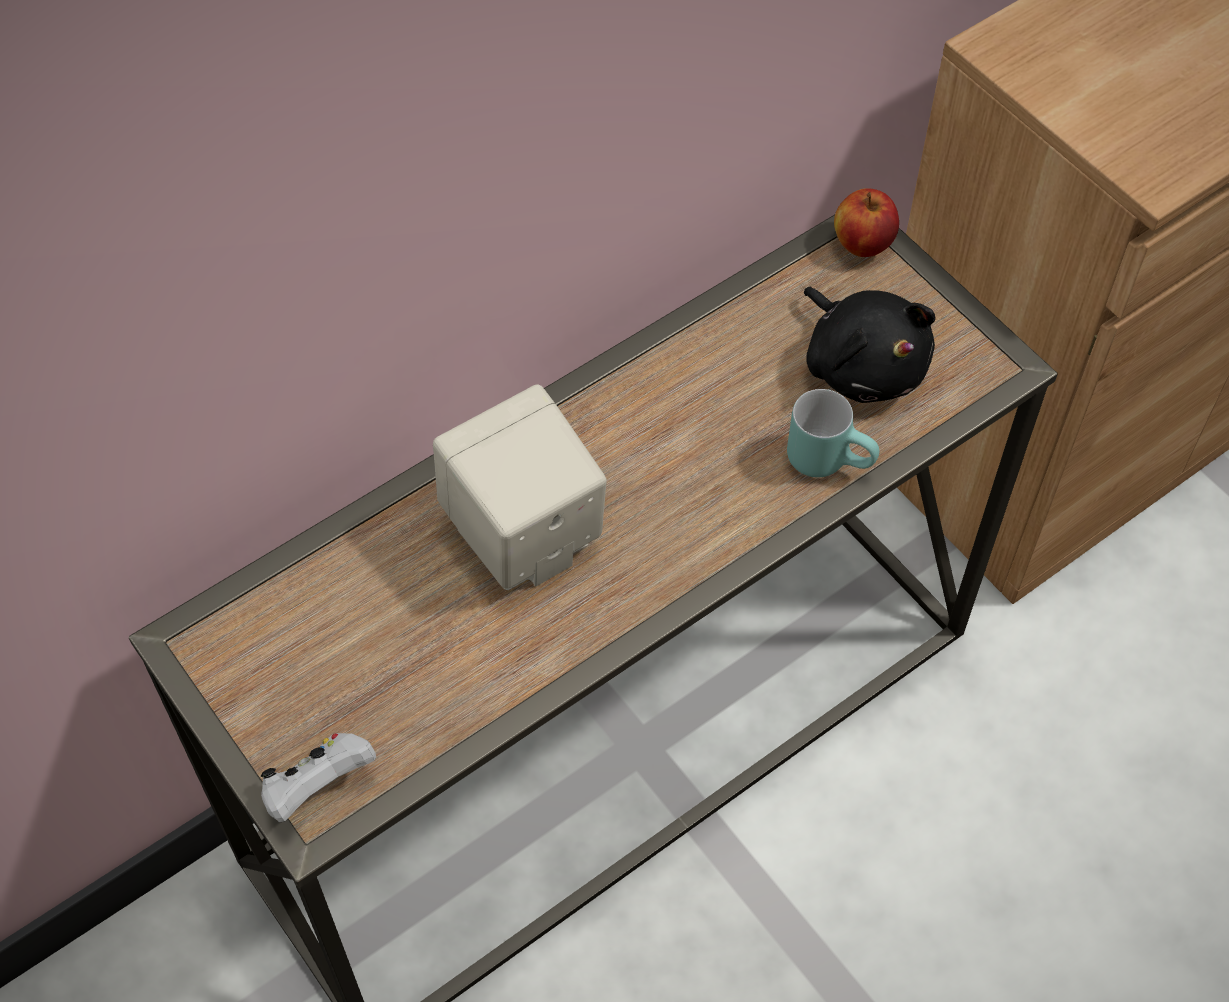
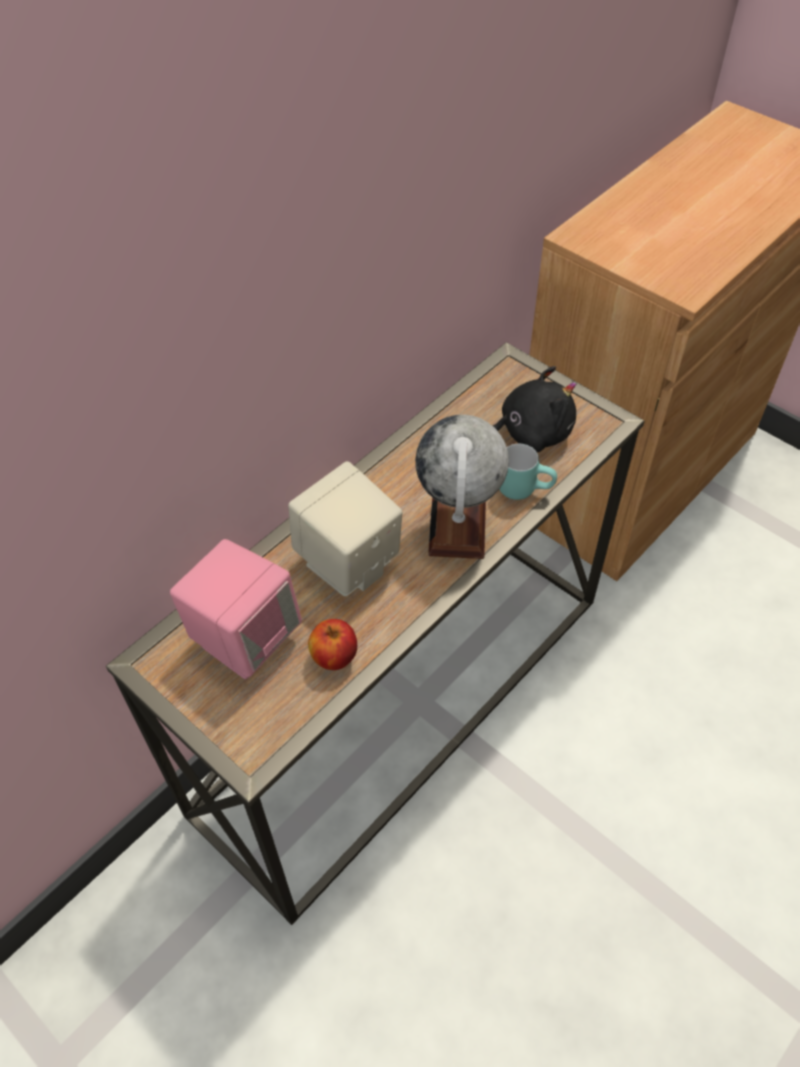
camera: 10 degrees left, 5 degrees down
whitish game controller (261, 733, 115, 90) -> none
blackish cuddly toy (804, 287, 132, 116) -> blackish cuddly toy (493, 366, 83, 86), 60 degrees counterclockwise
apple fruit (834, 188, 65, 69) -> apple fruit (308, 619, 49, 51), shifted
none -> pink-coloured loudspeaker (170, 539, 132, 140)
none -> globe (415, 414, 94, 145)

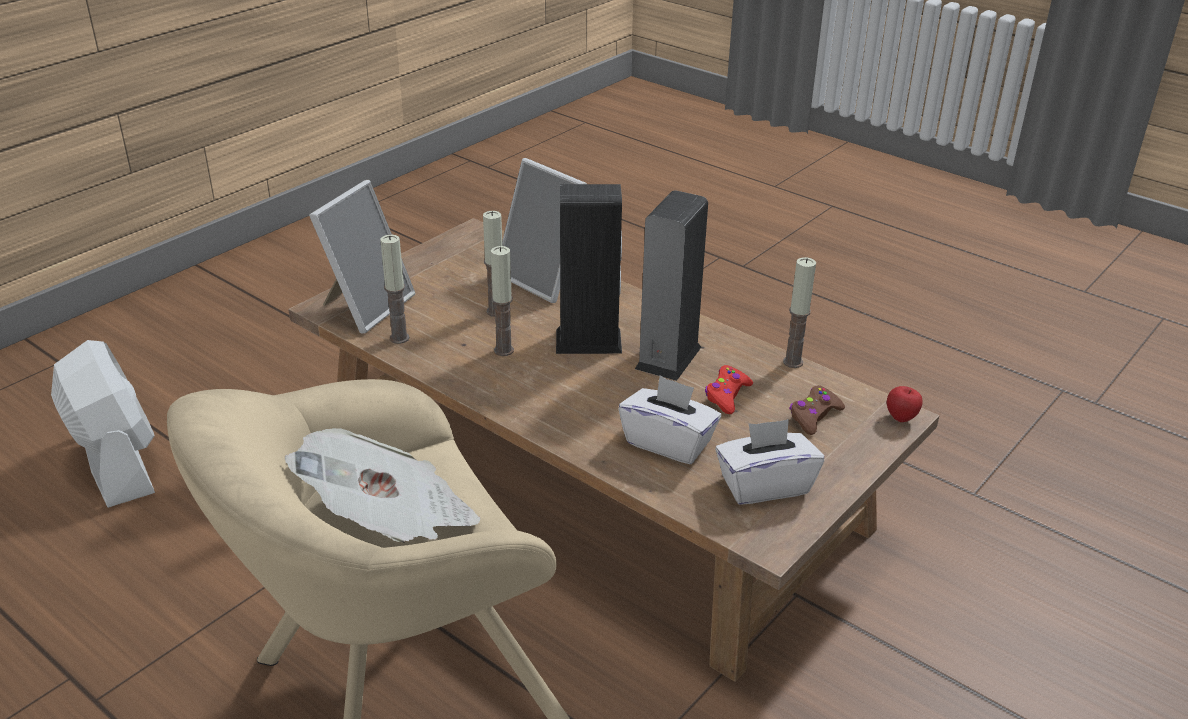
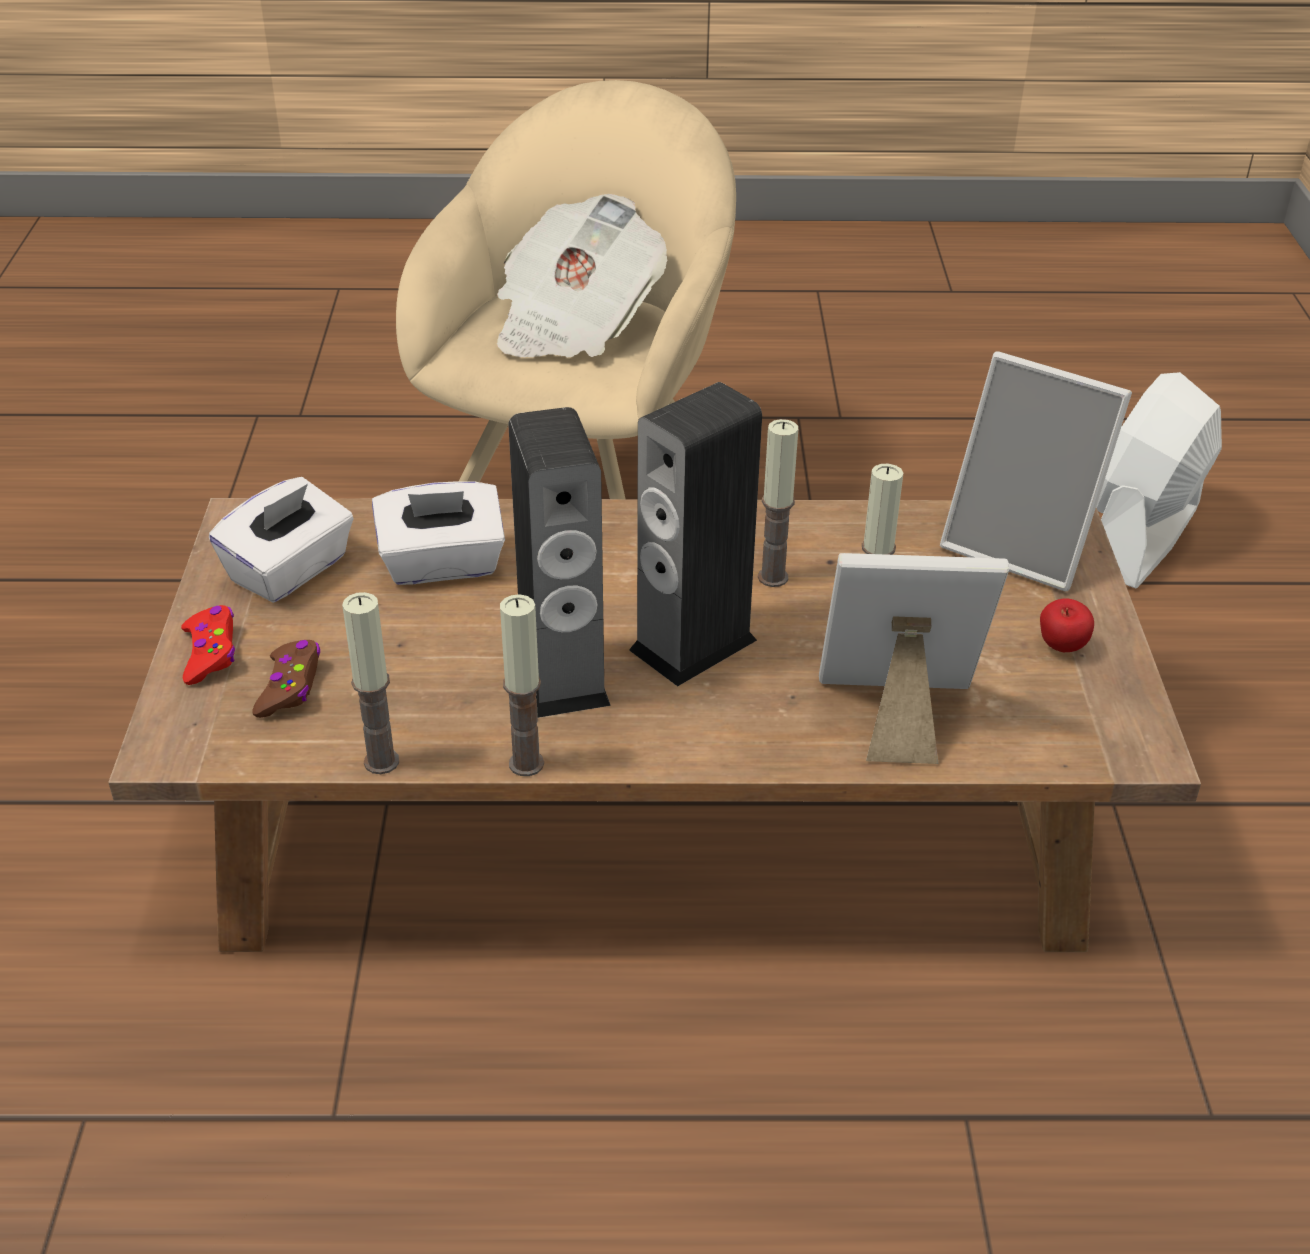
camera: 140 degrees right, 5 degrees up
whitish electric fan (51, 340, 104, 168) -> whitish electric fan (1096, 372, 126, 217), 105 degrees clockwise
standing frame (309, 180, 107, 154) -> standing frame (940, 351, 192, 240), 45 degrees counterclockwise
candle (380, 235, 30, 109) -> candle (500, 594, 44, 182), shifted
red game controller (705, 365, 48, 49) -> red game controller (181, 605, 54, 80), shifted
apple fruit (887, 386, 35, 36) -> apple fruit (1040, 598, 54, 54), shifted

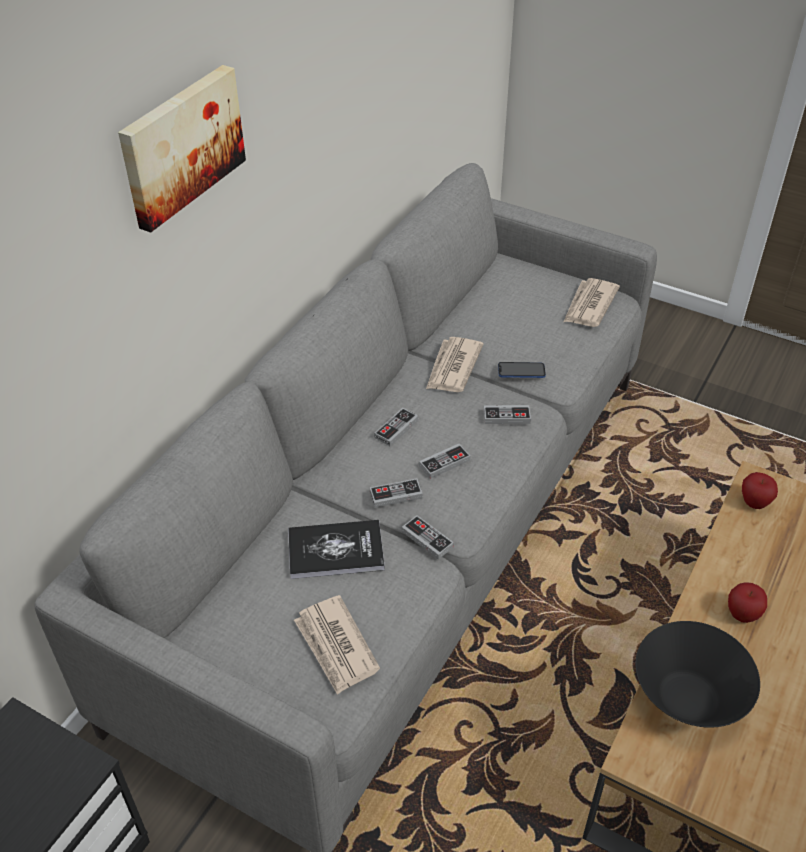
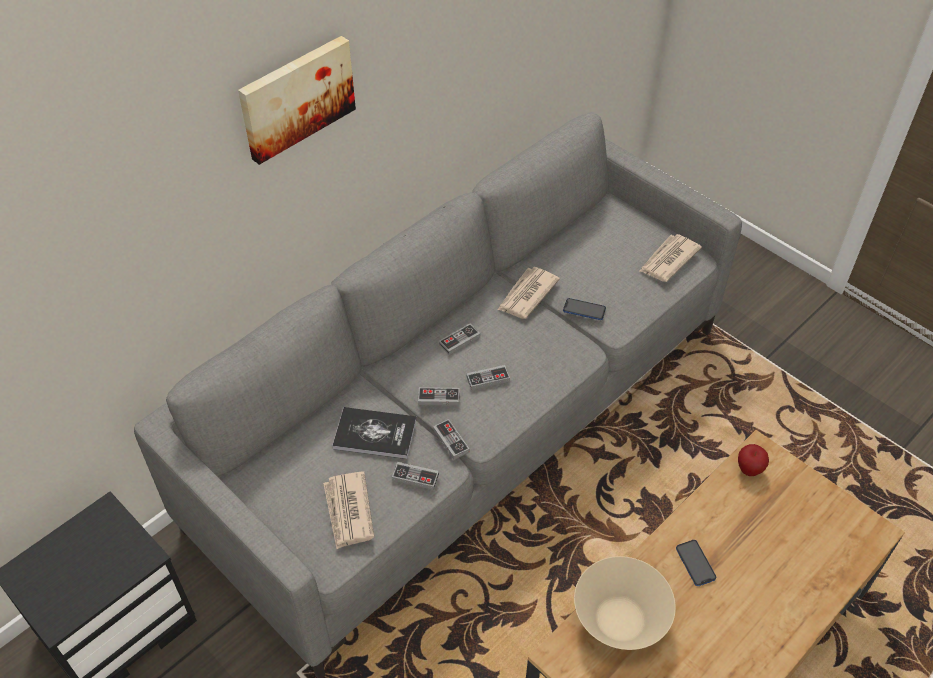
camera: 15 degrees right, 5 degrees up
game controller (484, 405, 47, 19) -> game controller (392, 462, 47, 28), shifted
blackish bowl (635, 621, 125, 107) -> sand-coloured bowl (574, 556, 102, 94)
apple fruit (728, 582, 39, 41) -> phone (676, 540, 40, 46)

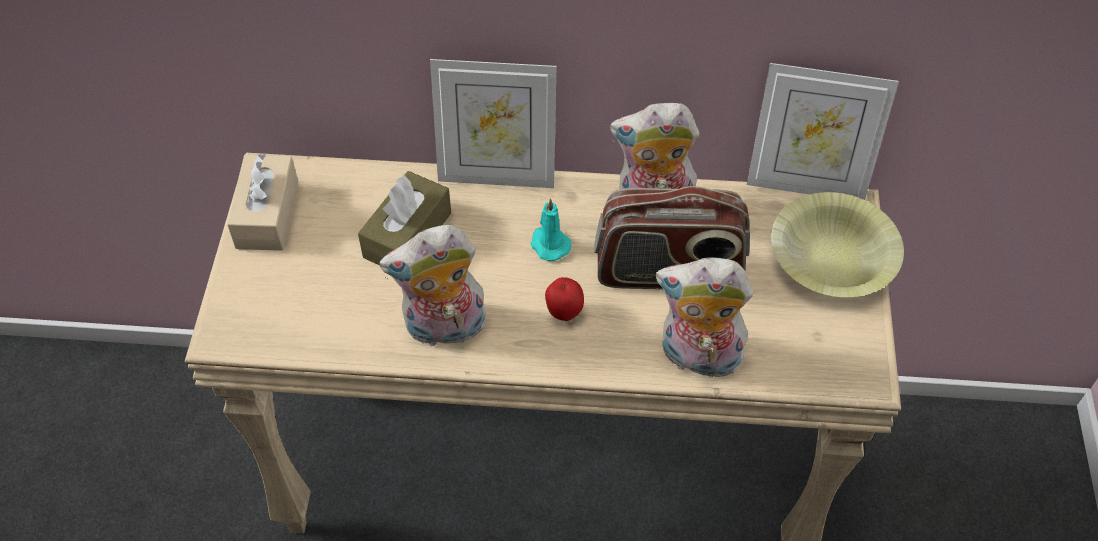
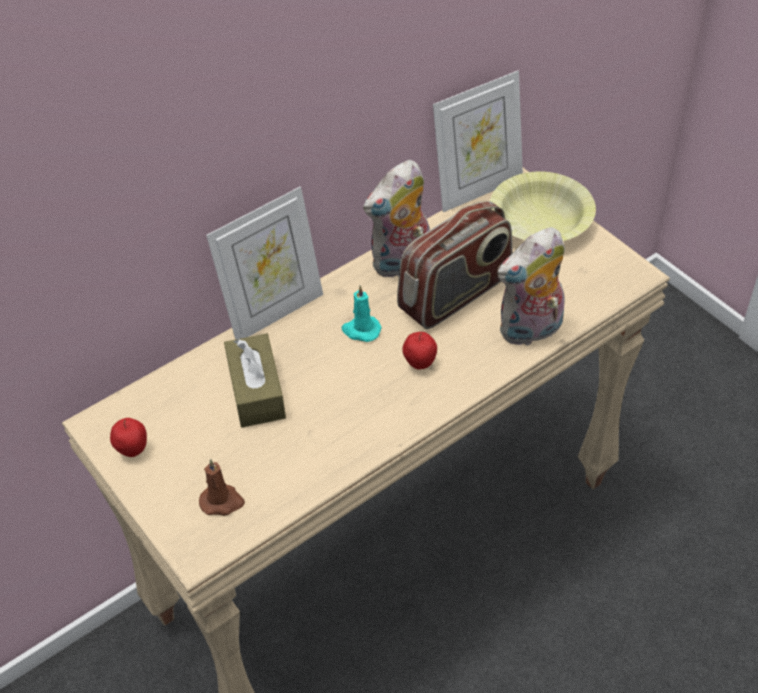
camera: 40 degrees left, 5 degrees down
sand-coloured box of tissues (227, 153, 71, 98) -> apple fruit (110, 418, 37, 39)
cuddly toy (379, 225, 108, 121) -> none
none -> brownish candle (199, 459, 46, 57)

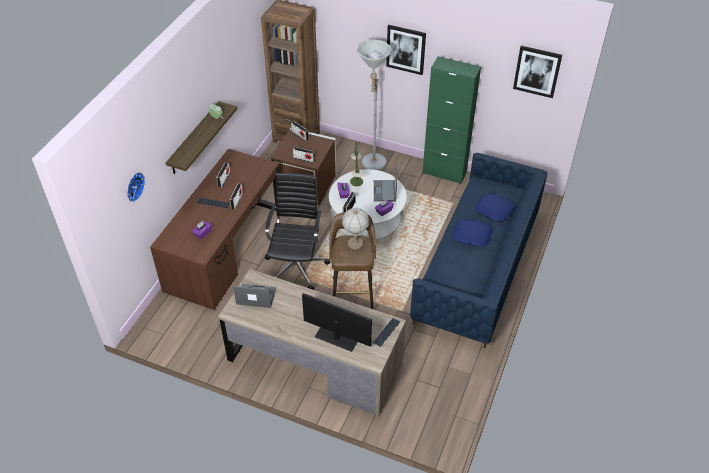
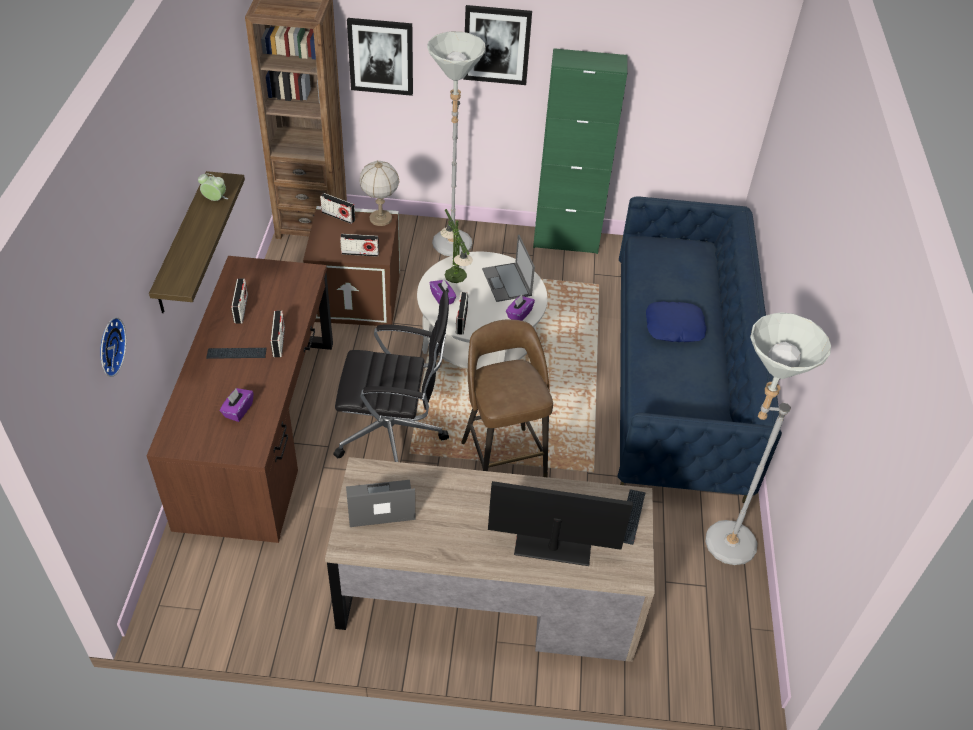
camera: 20 degrees left, 0 degrees up
blackish office chair (265, 173, 66, 117) -> blackish office chair (333, 290, 116, 172), 105 degrees clockwise
tabletop lamp (342, 208, 27, 42) -> tabletop lamp (360, 161, 40, 65), shifted
bluish pillow (475, 193, 39, 29) -> none
wall picture (513, 46, 49, 52) -> wall picture (347, 18, 66, 78), shifted
none -> grey floor lamp (705, 312, 126, 253)

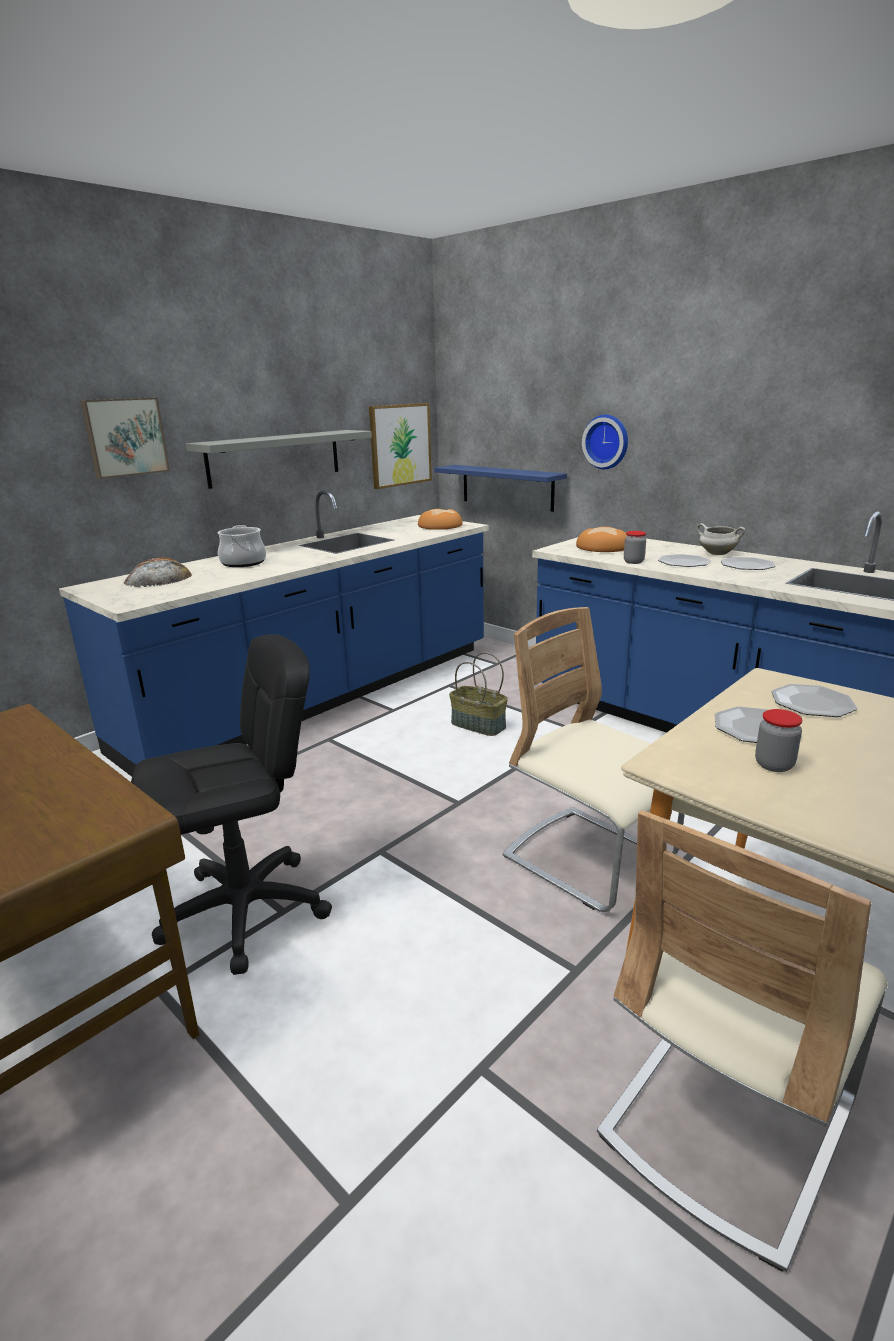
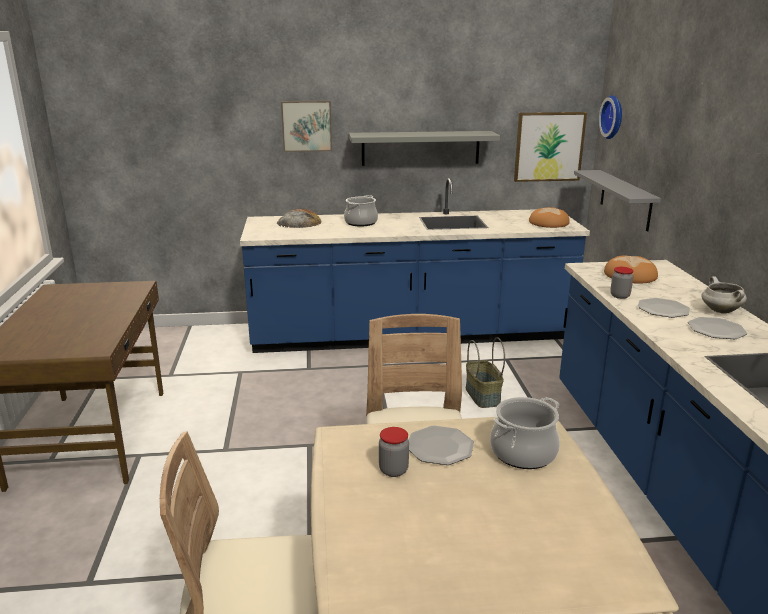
camera: 40 degrees right, 0 degrees up
blackish office chair (131, 634, 201, 341) -> none
bluish wall shelf (434, 465, 133, 47) -> grey wall shelf (574, 170, 87, 61)
wall clock (582, 415, 46, 54) -> wall clock (599, 95, 23, 44), shifted
plate (771, 684, 86, 33) -> cooking pot (490, 397, 70, 72)

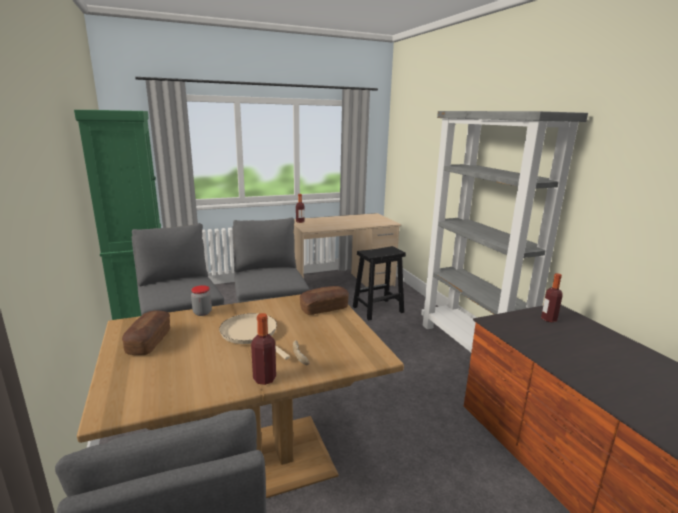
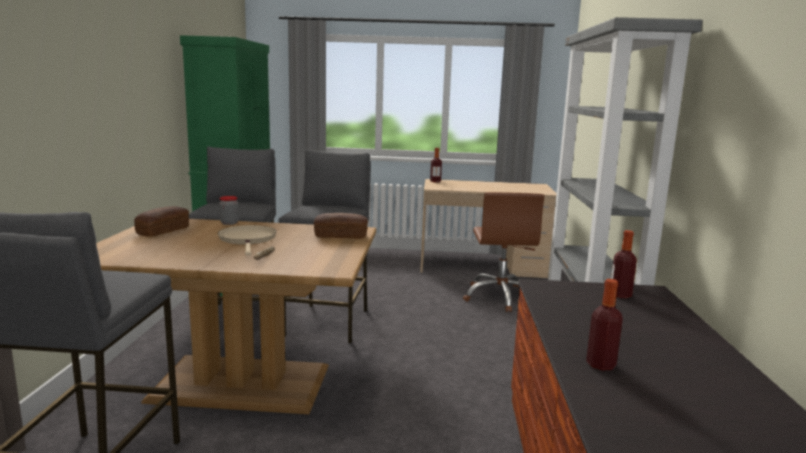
camera: 25 degrees right, 5 degrees down
drink bottle (251, 313, 25, 72) -> drink bottle (586, 279, 37, 92), shifted
blackish stool (353, 246, 53, 74) -> brownish office chair (463, 192, 81, 120)

